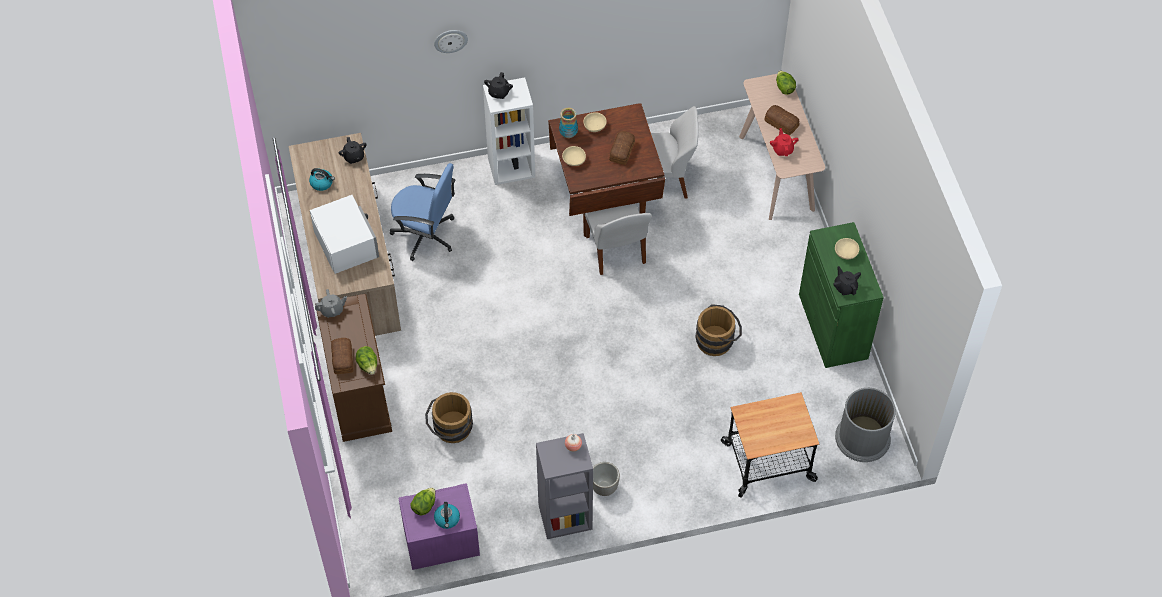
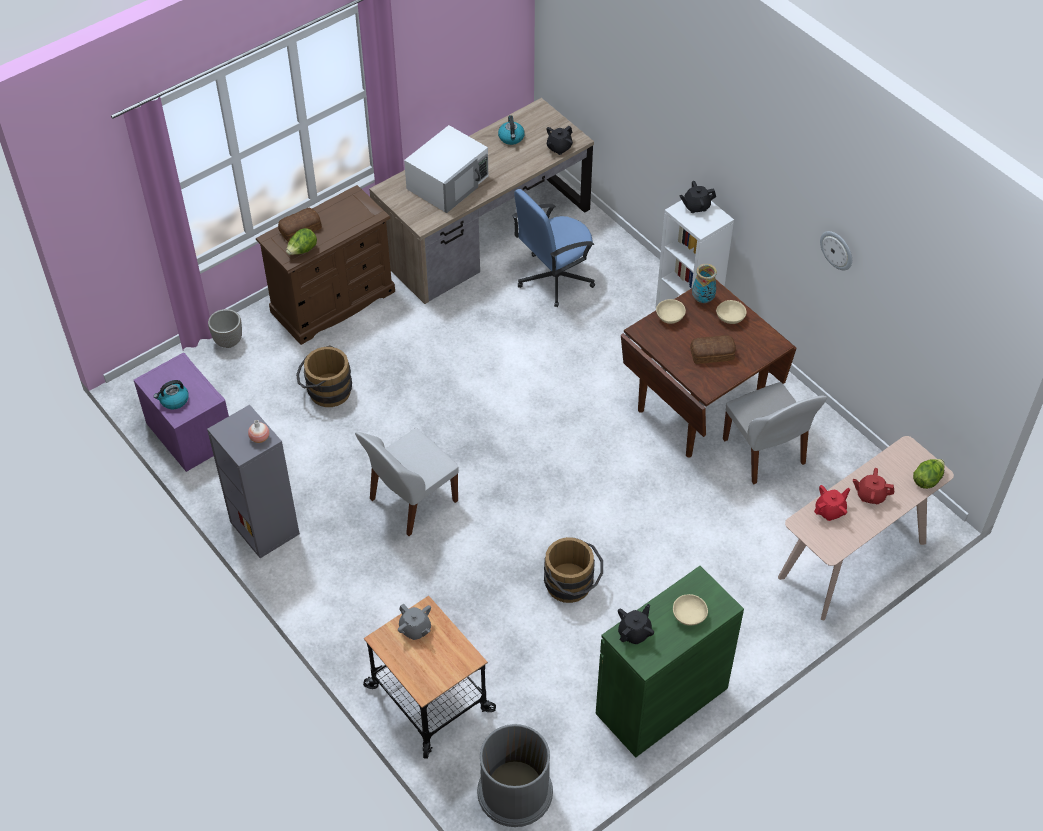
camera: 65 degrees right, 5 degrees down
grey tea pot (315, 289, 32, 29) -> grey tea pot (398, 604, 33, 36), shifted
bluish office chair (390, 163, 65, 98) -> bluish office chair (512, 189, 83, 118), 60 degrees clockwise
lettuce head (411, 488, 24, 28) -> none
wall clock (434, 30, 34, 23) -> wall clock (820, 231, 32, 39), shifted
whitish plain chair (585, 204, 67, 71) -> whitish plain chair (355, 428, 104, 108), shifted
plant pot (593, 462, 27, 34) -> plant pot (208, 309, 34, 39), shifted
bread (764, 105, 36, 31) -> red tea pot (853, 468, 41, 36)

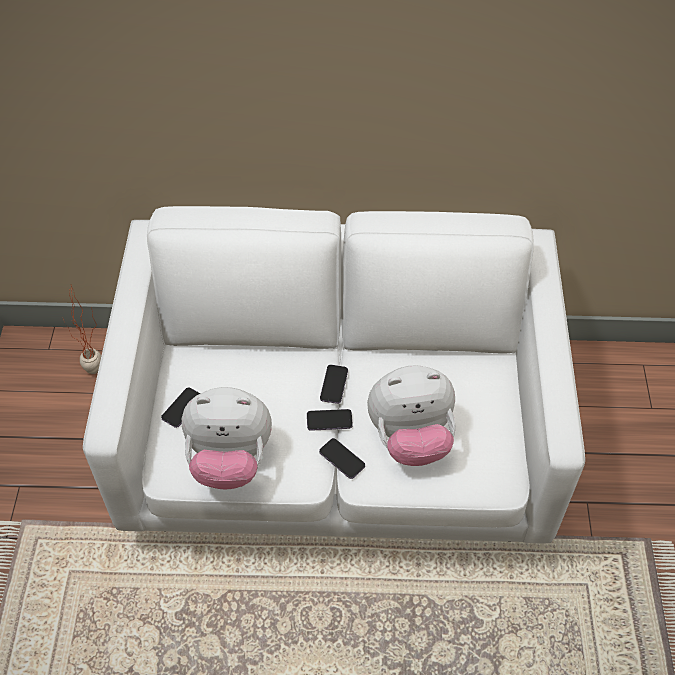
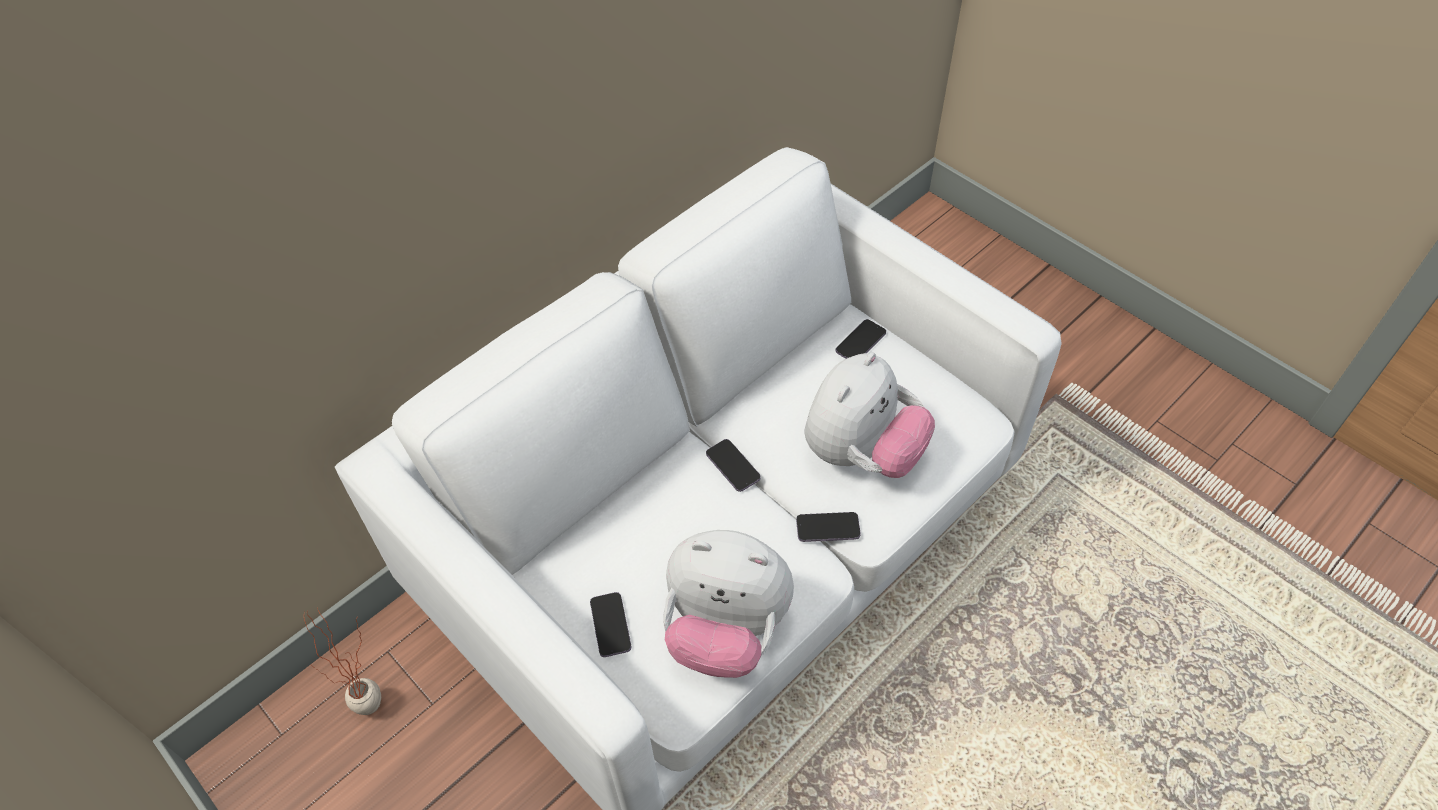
camera: 45 degrees left, 0 degrees up
cuddly toy (182, 387, 90, 102) -> cuddly toy (663, 530, 131, 148), 60 degrees clockwise
phone (307, 409, 46, 22) -> phone (836, 319, 50, 40), shifted

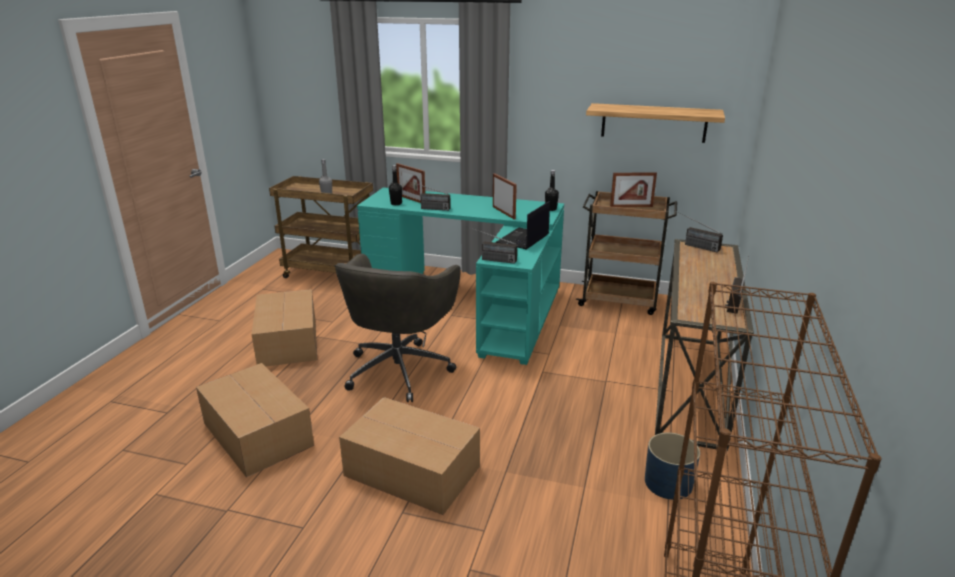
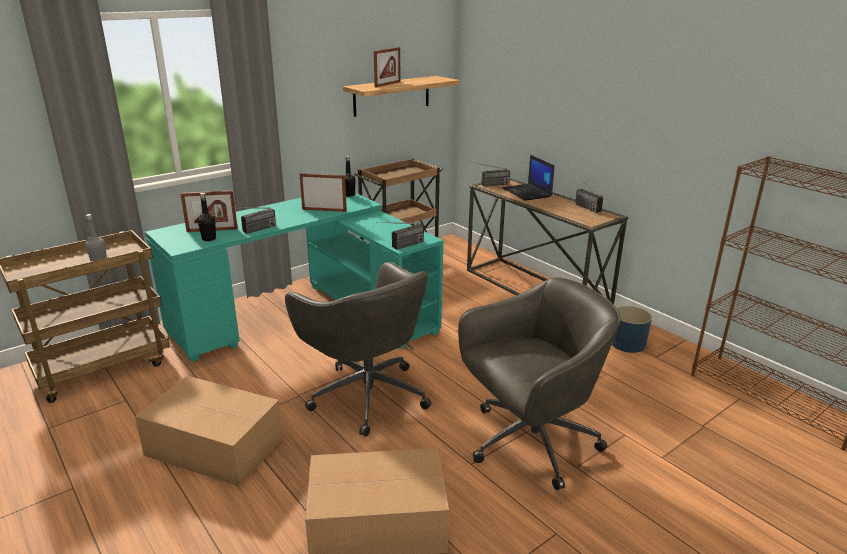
camera: 55 degrees left, 0 degrees up
cardboard box (339, 397, 141, 118) -> grey office chair (458, 277, 163, 213)
laptop (496, 201, 54, 49) -> laptop (502, 155, 52, 46), shifted
standing frame (610, 172, 47, 35) -> standing frame (374, 47, 26, 41), shifted

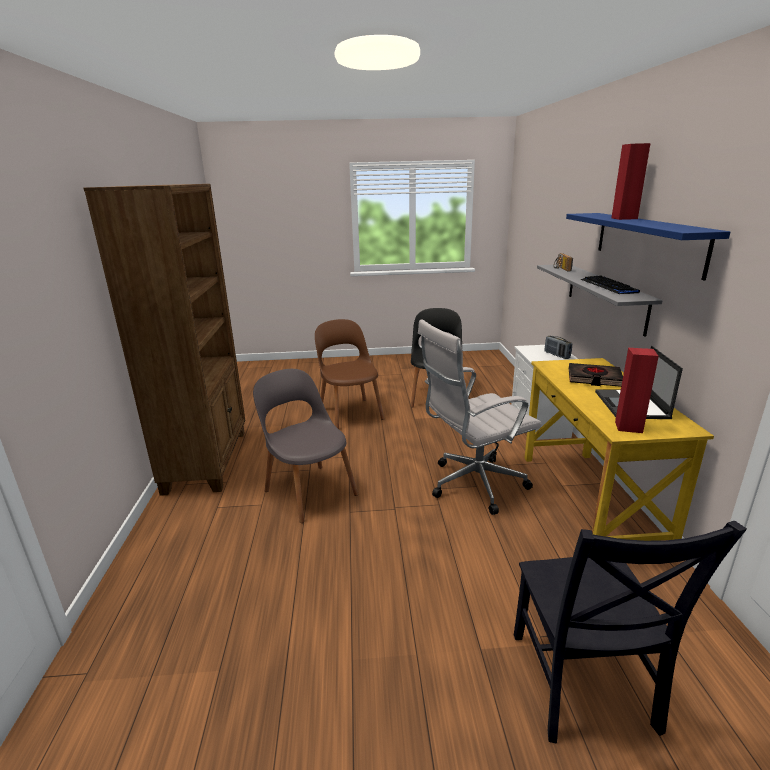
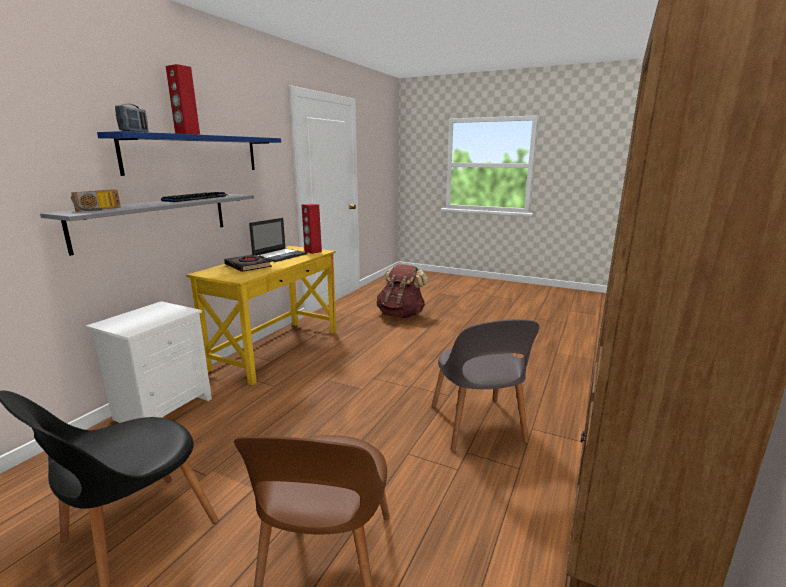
camera: 150 degrees left, 5 degrees down
whitish office chair (418, 319, 124, 196) -> none
blackish plain chair (514, 521, 233, 223) -> brownish backpack (377, 264, 52, 54)
radio (544, 336, 28, 23) -> radio (115, 104, 34, 28), shifted

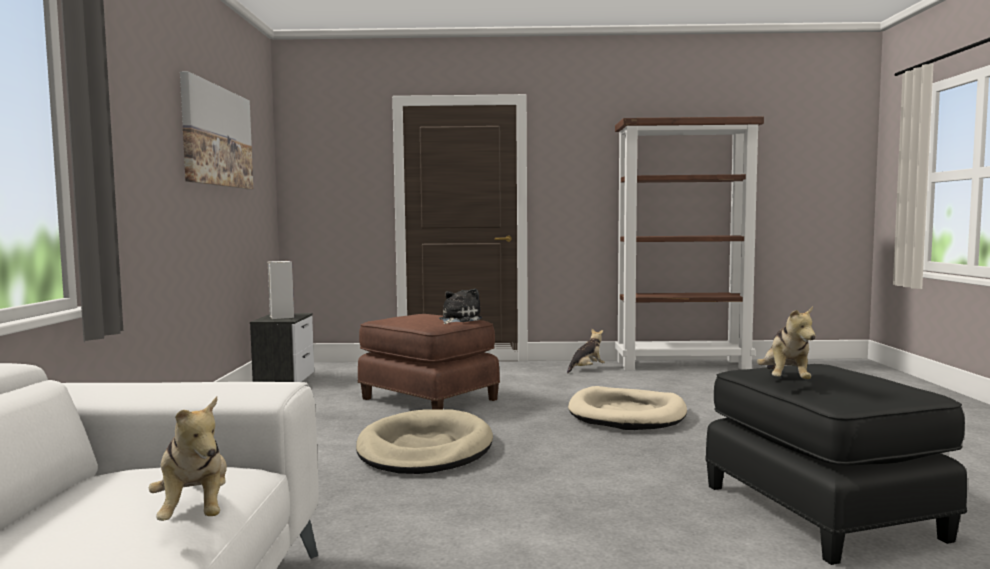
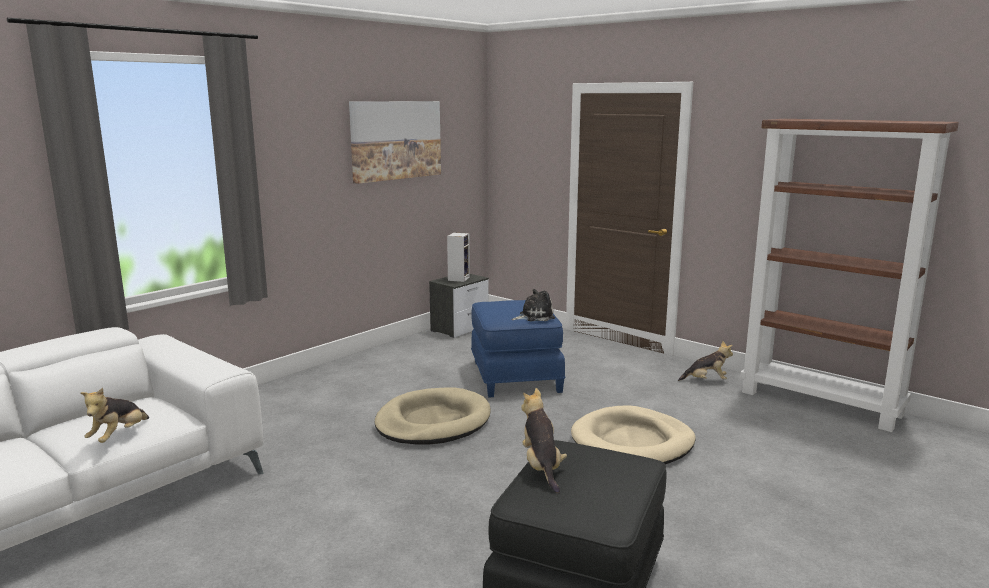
camera: 40 degrees right, 10 degrees up
brownish footrest (358, 314, 142, 96) -> bluish footrest (471, 300, 94, 98)
cuddly toy (757, 306, 59, 73) -> cuddly toy (521, 388, 46, 105), 120 degrees clockwise

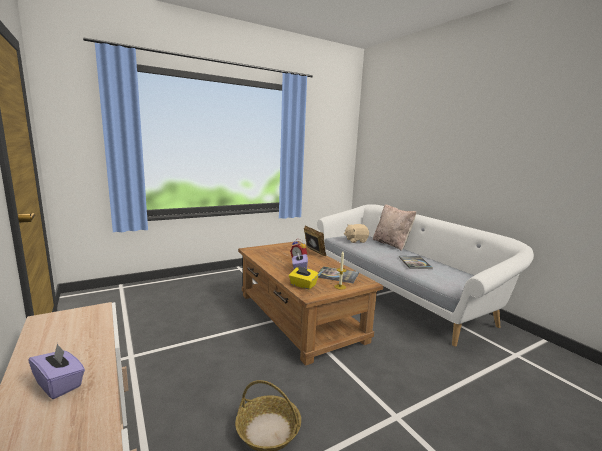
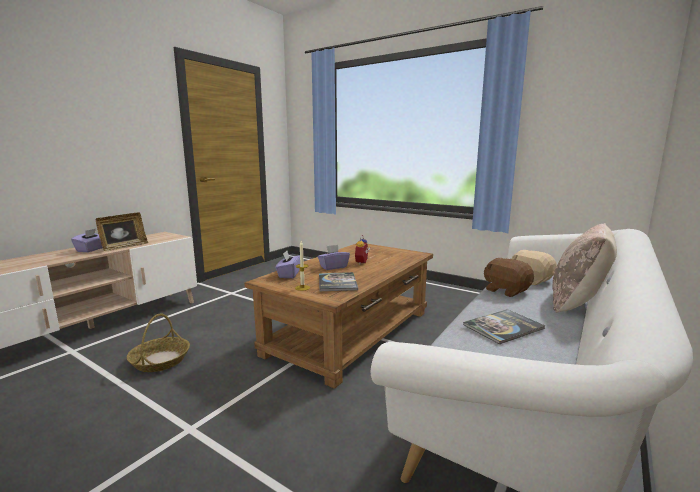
camera: 65 degrees right, 0 degrees up
yellowish box of tissues (289, 266, 30, 23) -> purple-coloured box of tissues (276, 251, 24, 27)
standing frame (304, 225, 22, 31) -> standing frame (95, 212, 53, 39), shifted
none -> brownish cuddly toy (484, 258, 50, 39)

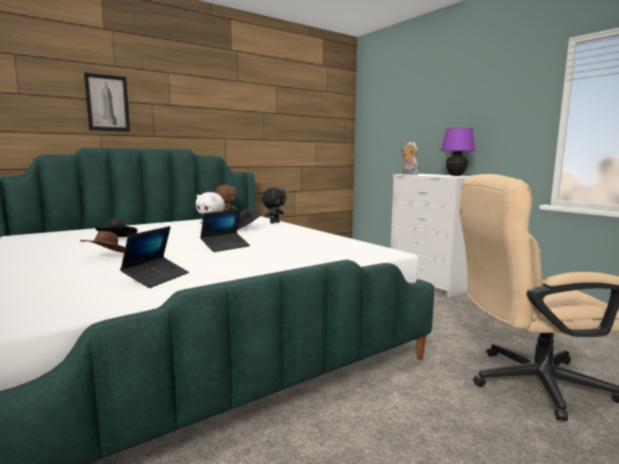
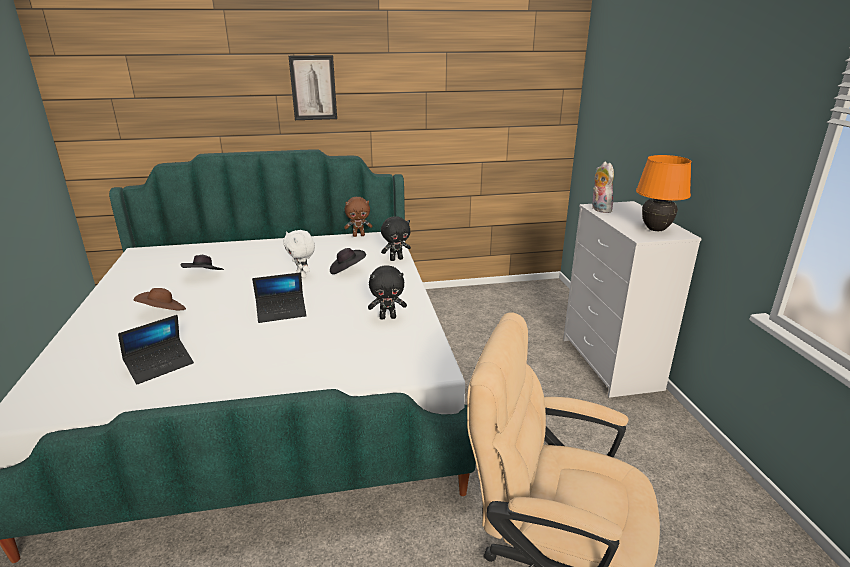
camera: 25 degrees right, 15 degrees up
wall picture (84, 73, 46, 59) -> wall picture (289, 55, 48, 65), shifted
purple-coloured tabletop lamp (441, 128, 34, 48) -> orange-coloured tabletop lamp (636, 155, 55, 76)
none -> blackish cuddly toy (368, 265, 39, 55)

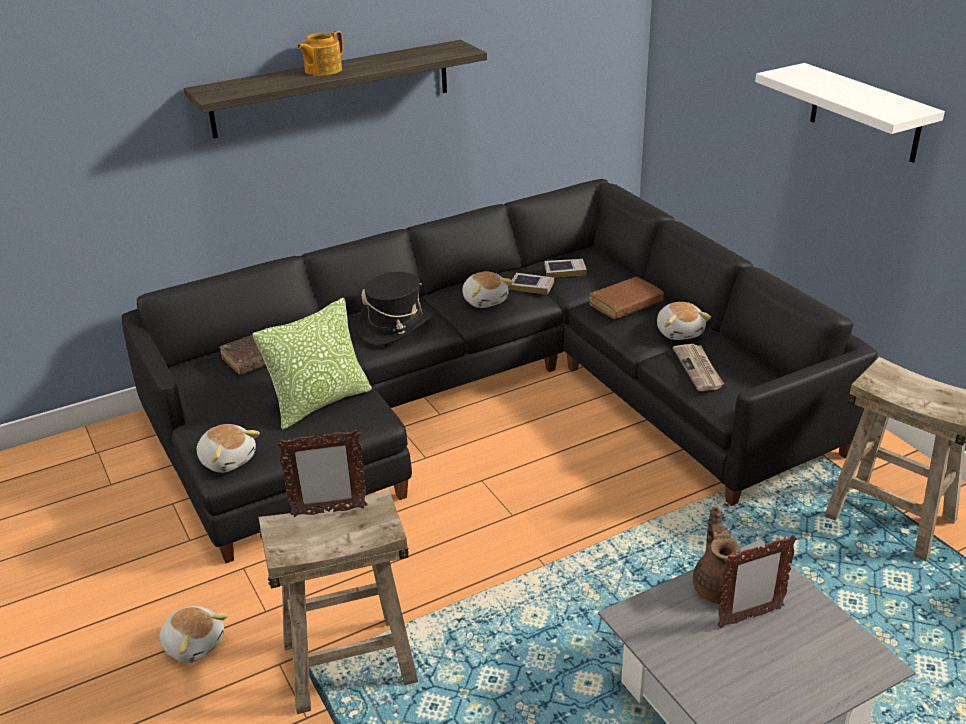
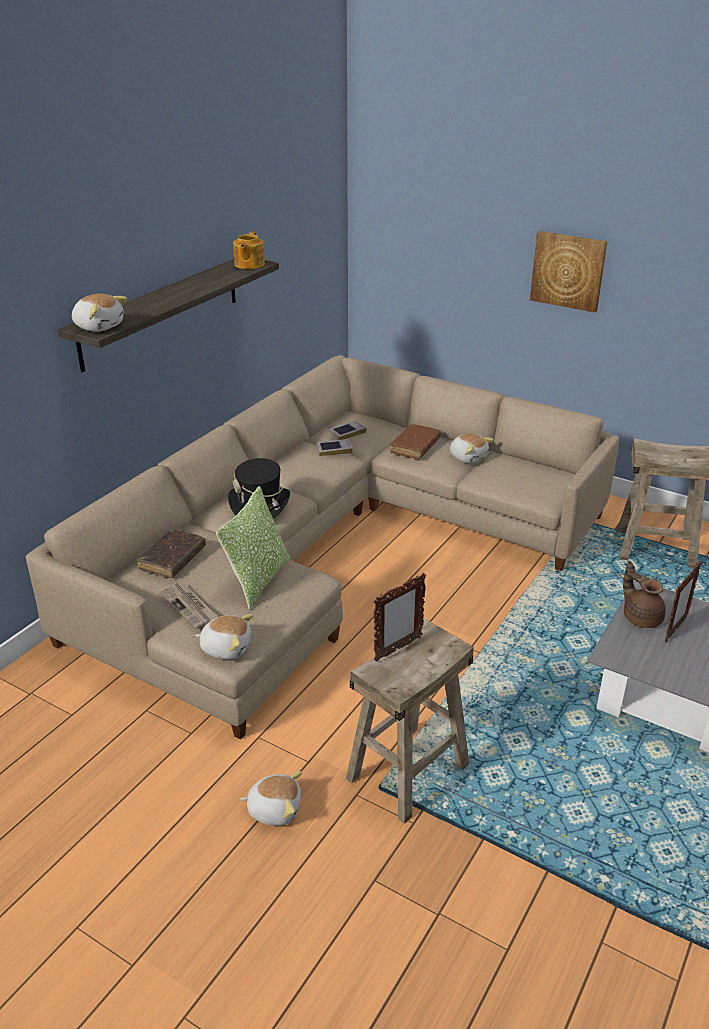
camera: 30 degrees left, 0 degrees up
blackish sofa (122, 179, 756, 384) -> sand-coloured sofa (25, 355, 594, 384)
tea pot (297, 30, 46, 46) -> tea pot (233, 231, 32, 38), shifted
cuddly toy (462, 272, 51, 36) -> cuddly toy (72, 294, 55, 38), shifted
newspaper (673, 344, 51, 47) -> newspaper (159, 582, 58, 47), shifted
whitish wall shelf (755, 63, 190, 100) -> wall picture (530, 231, 77, 81)

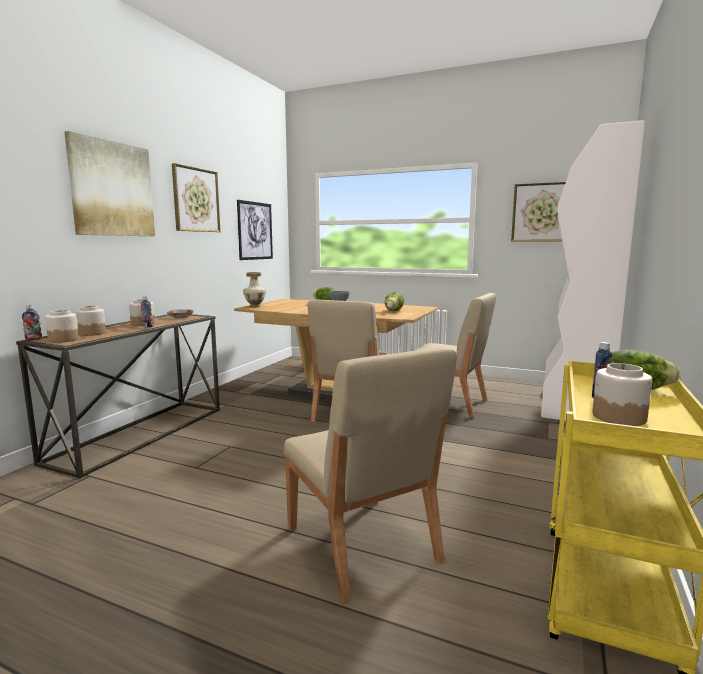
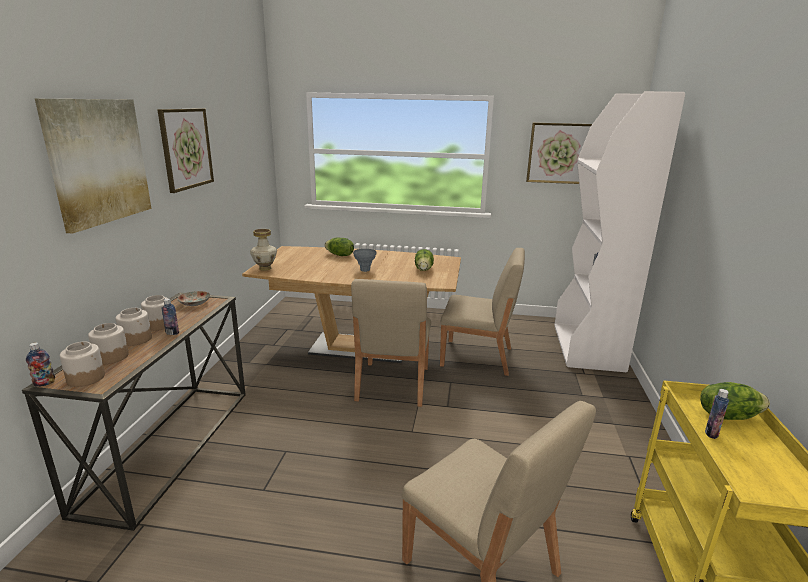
camera: 15 degrees left, 10 degrees up
wall picture (237, 200, 36, 60) -> none
storage jar (593, 363, 59, 63) -> storage jar (115, 308, 37, 38), shifted

